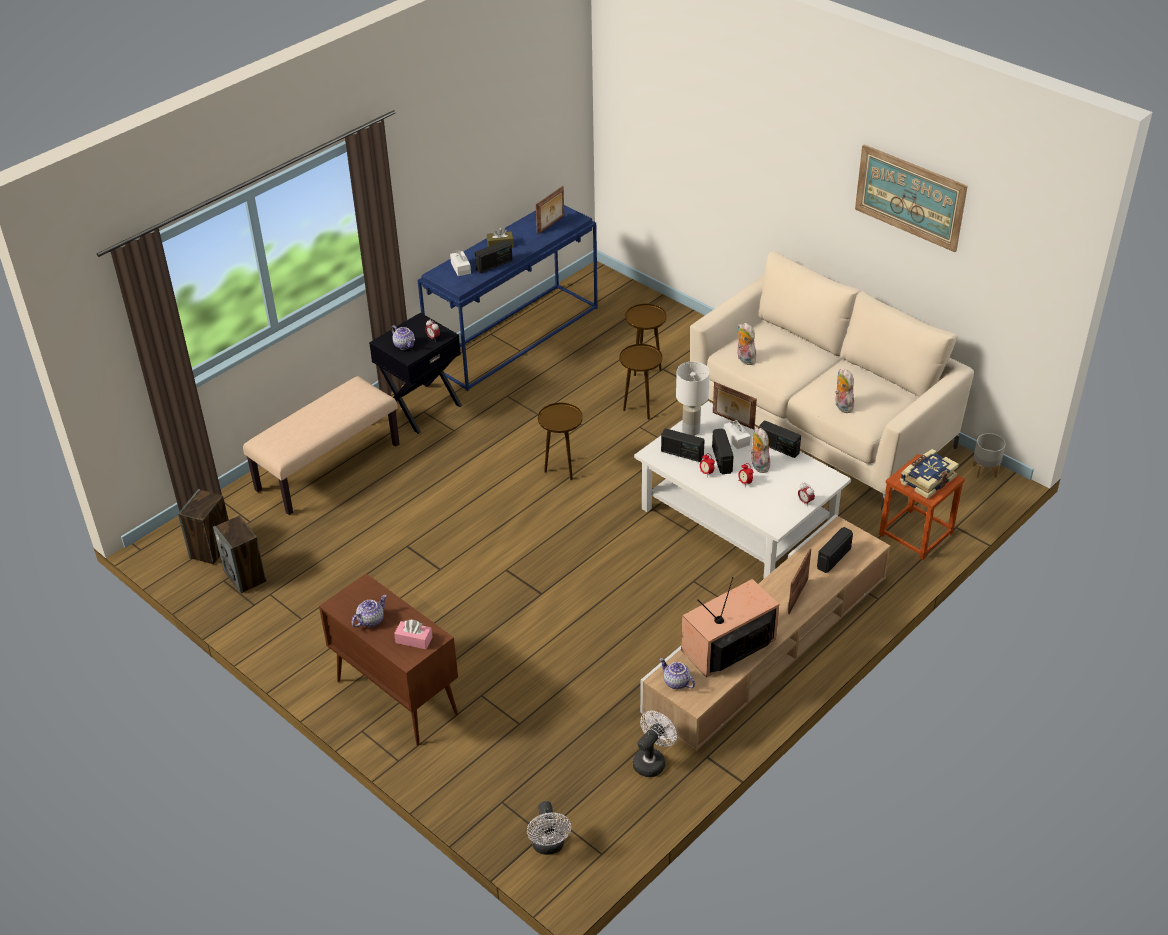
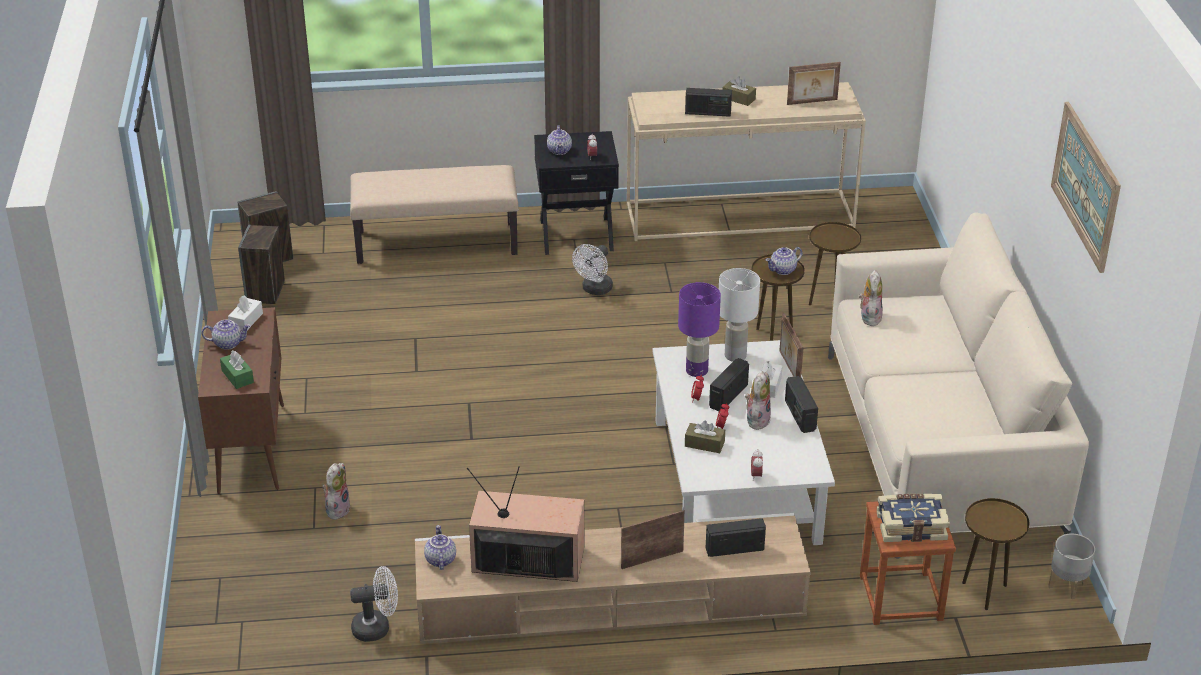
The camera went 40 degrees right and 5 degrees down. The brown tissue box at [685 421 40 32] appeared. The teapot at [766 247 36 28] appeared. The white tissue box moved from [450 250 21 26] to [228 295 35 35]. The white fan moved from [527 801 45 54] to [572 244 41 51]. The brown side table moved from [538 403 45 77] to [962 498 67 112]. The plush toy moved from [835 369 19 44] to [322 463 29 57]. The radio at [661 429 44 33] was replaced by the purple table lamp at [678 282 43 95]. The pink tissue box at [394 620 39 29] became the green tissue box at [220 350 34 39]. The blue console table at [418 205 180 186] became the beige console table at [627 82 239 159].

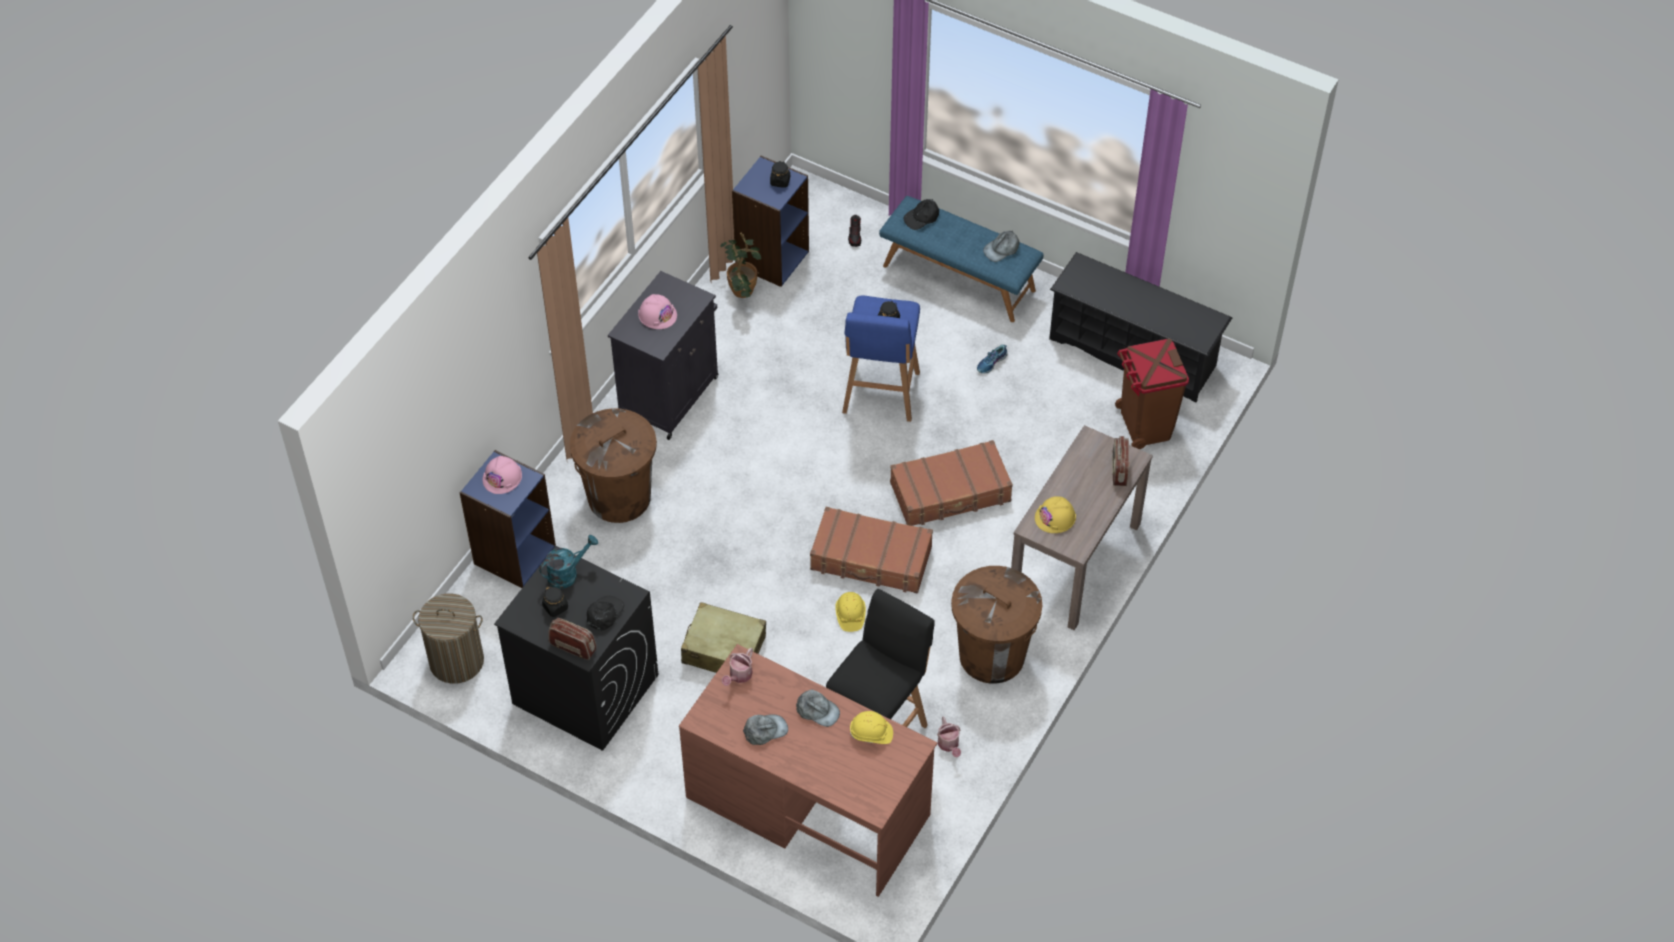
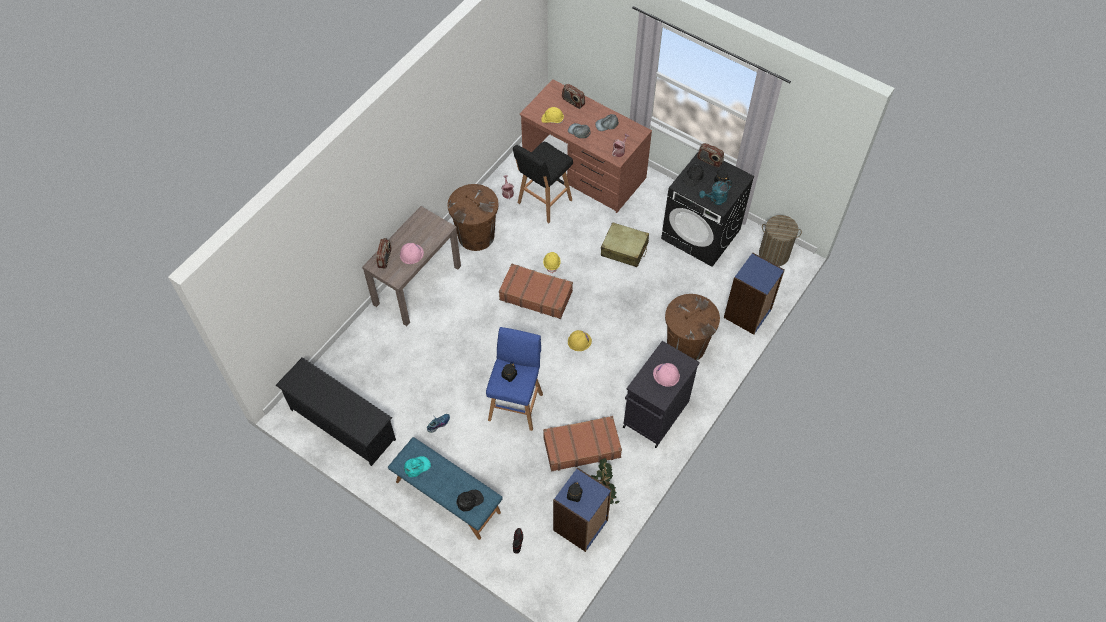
The camera went 175 degrees left and 5 degrees up. The brown trash can at [1115 339 74 110] disappeared. The radio at [562 84 23 25] appeared. The pink hard hat moved from [482 456 40 38] to [400 243 24 21]. The brown suitcase moved from [890 440 123 86] to [543 416 79 56]. The yellow hard hat moved from [1035 496 41 37] to [568 330 24 21]. The grey cap at [983 231 36 31] became the turquoise cap at [404 456 27 21].

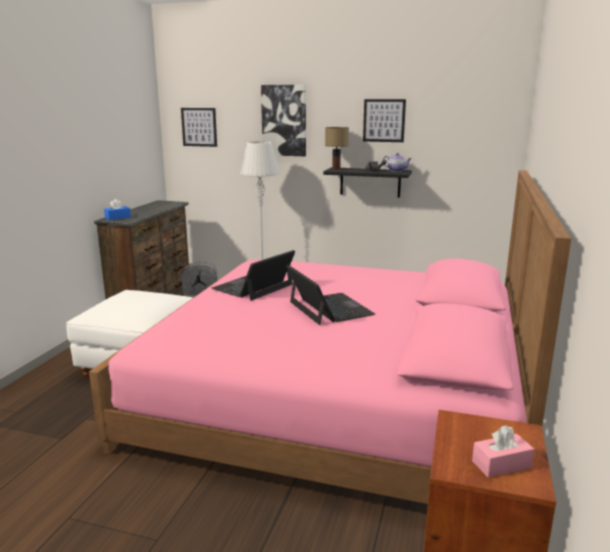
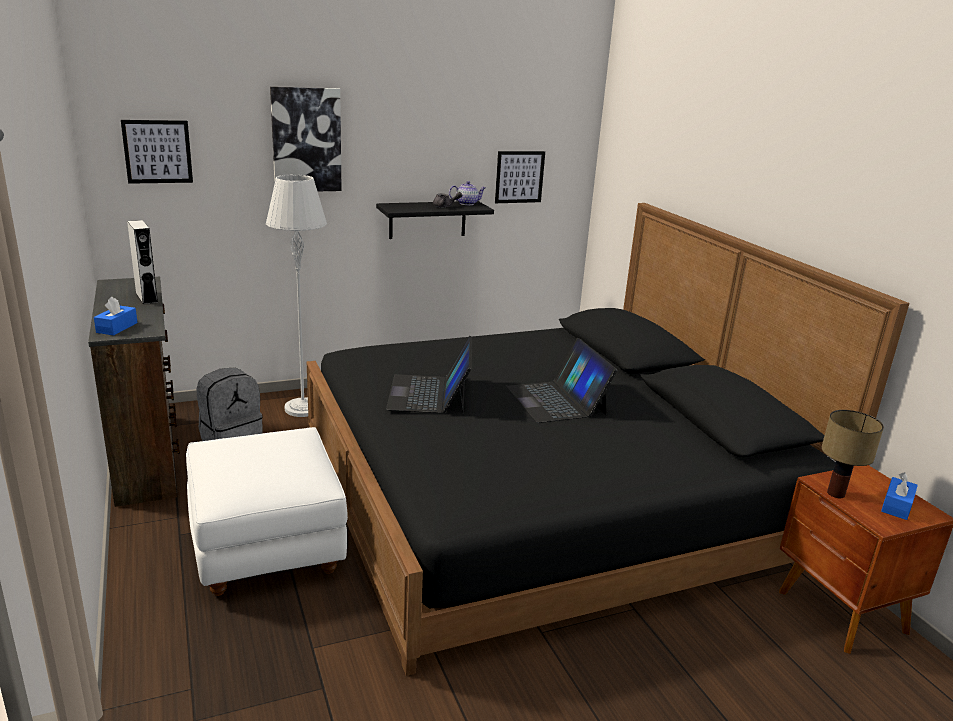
The camera went 40 degrees left and 5 degrees up. The grey speaker at [127 220 31 84] appeared. The table lamp moved from [325 127 24 42] to [821 410 63 88]. The picture moved from [363 99 43 43] to [495 151 50 52]. The pink bed at [89 170 482 334] became the black bed at [307 203 603 473]. The pink tissue box at [472 425 62 52] became the blue tissue box at [881 472 37 48]. The laptop at [286 265 89 60] turned 135 degrees counterclockwise.

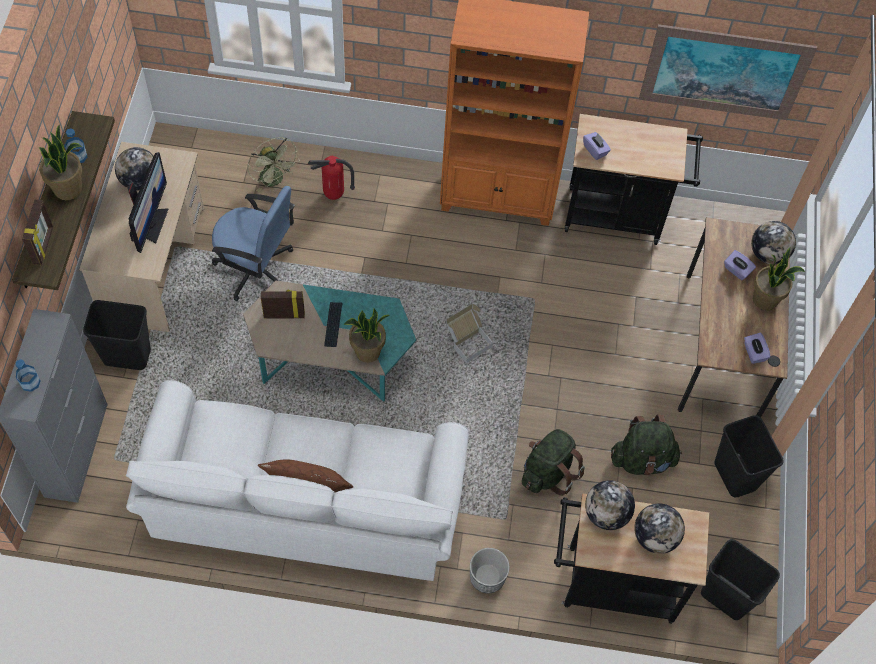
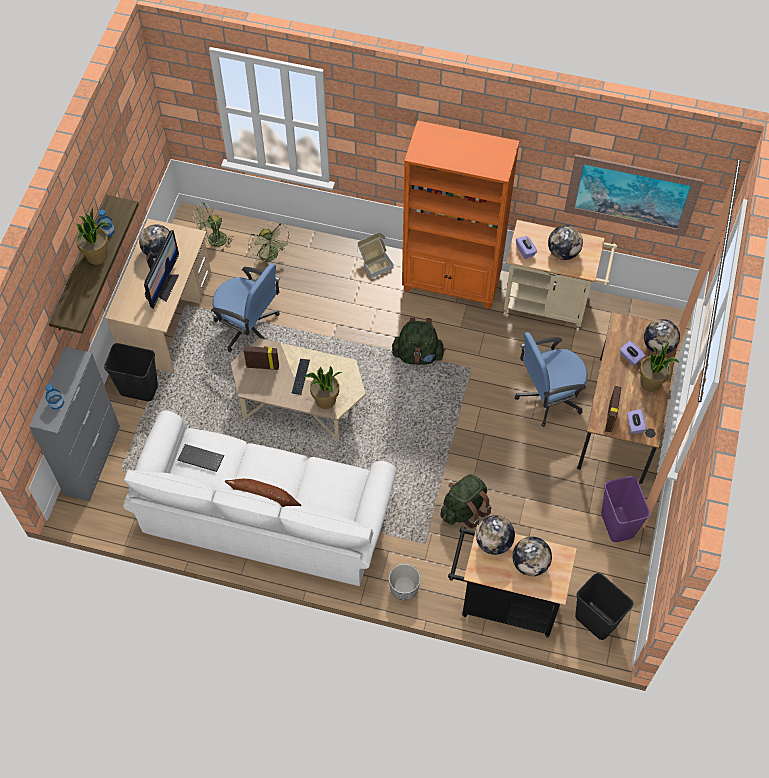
The camera went 10 degrees right and 0 degrees up. The fire extinguisher at [308 156 47 44] disappeared. The keyboard at [177 444 47 28] appeared. The green fan at [193 202 41 50] appeared. The blue office chair at [515 332 72 95] appeared. The globe at [548 225 35 35] appeared. The picture frame moved from [22 200 31 65] to [605 386 16 46]. The cardboard box moved from [446 304 47 59] to [358 232 35 46]. The green backpack moved from [611 415 71 60] to [392 318 53 47]. The turquoise coffee table at [243 281 173 121] became the beige coffee table at [231 338 135 104]. The black cart at [564 114 139 131] became the beige cart at [503 220 114 111]. The black trash can at [714 415 70 82] became the purple trash can at [601 476 49 66].

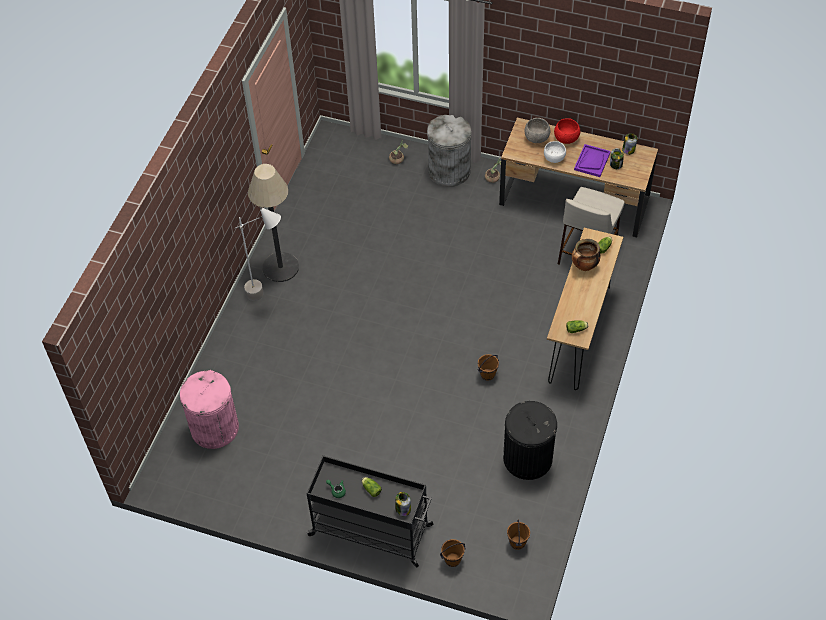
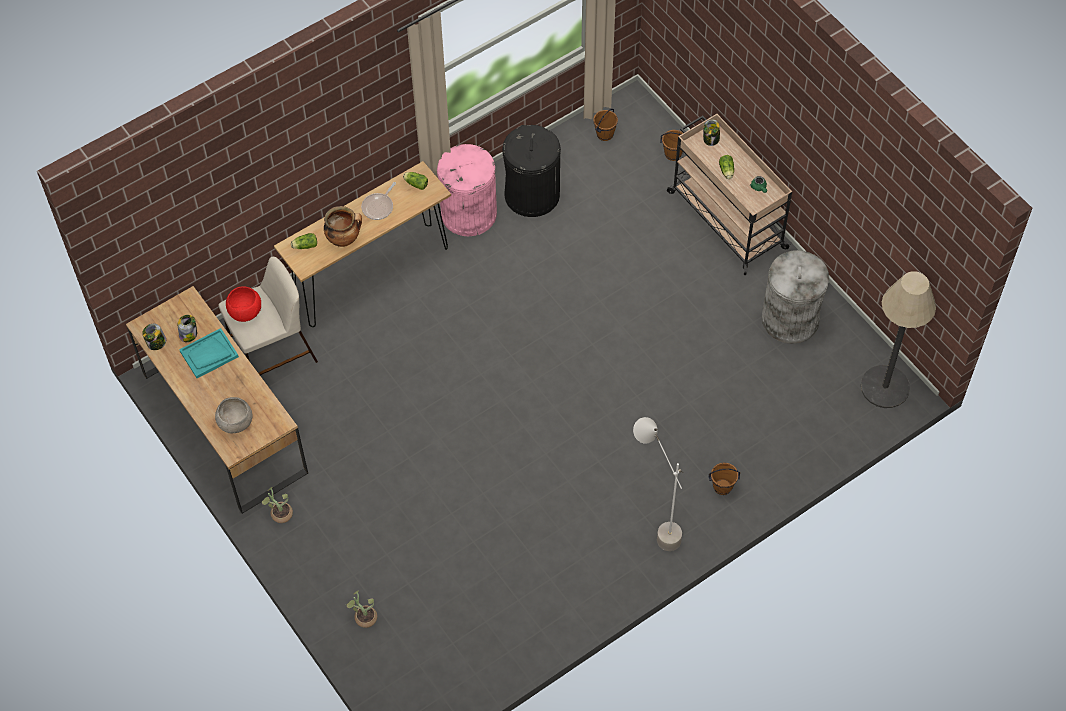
The camera went 145 degrees left and 5 degrees up. The white bowl at [544 141 22 22] disappeared. The frying pan at [361 182 35 38] appeared. The pink trash can moved from [180 370 59 79] to [437 144 60 92]. The floor lamp moved from [248 164 51 118] to [861 271 75 137]. The grey trash can moved from [427 115 45 72] to [762 250 67 94]. The brown bucket moved from [477 354 22 27] to [709 463 31 32]. The red bowl moved from [554 118 26 26] to [226 286 35 36]. The black cart at [306 456 127 111] became the beige cart at [667 114 125 161]. The purple tray at [574 144 37 33] became the turquoise tray at [179 328 60 50].

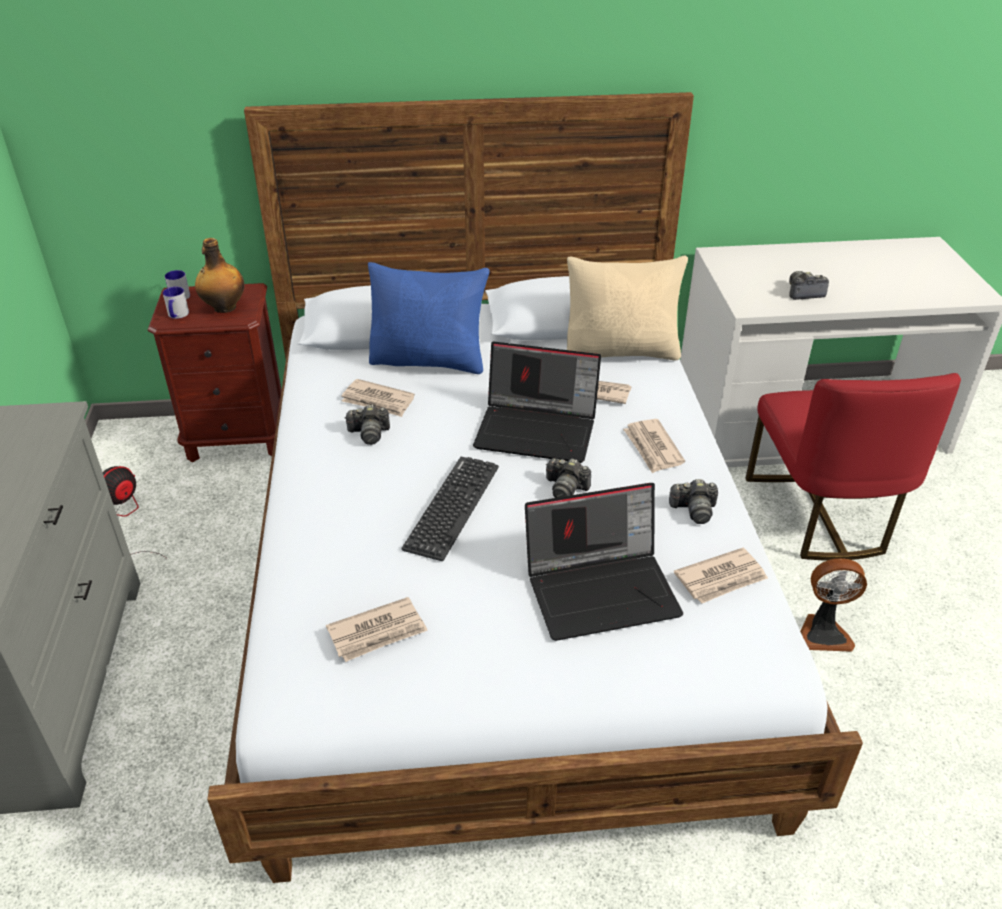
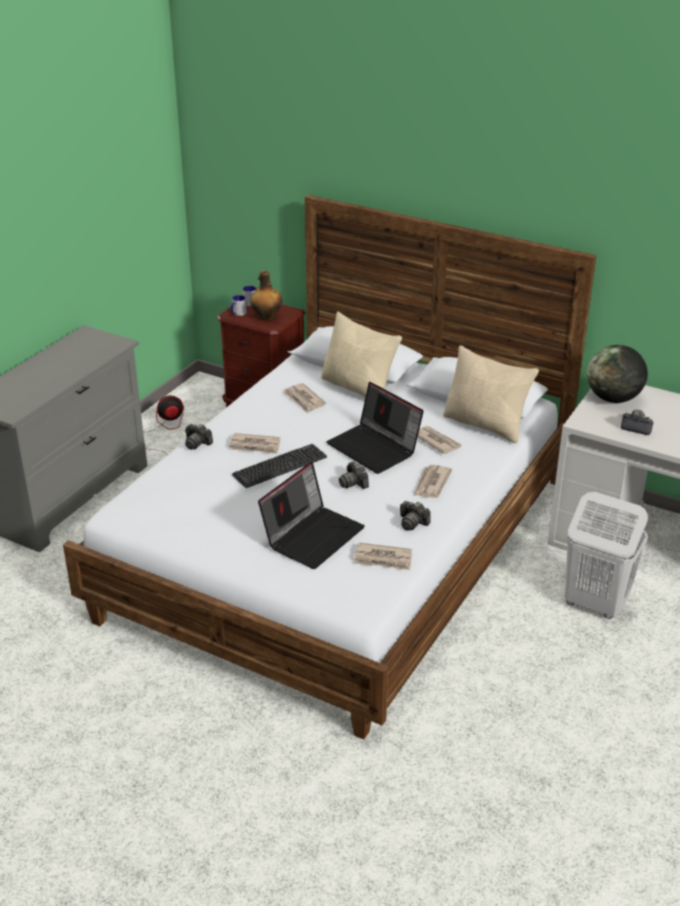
The camera went 35 degrees right and 5 degrees down. The fan at [800 558 67 94] disappeared. The globe at [587 345 61 58] appeared. The newspaper moved from [326 597 102 65] to [229 433 51 21]. The photo camera moved from [345 404 45 41] to [185 424 28 26]. The red chair at [745 373 216 188] was replaced by the white laundry basket at [565 492 83 127]. The blue pillow at [368 262 122 112] became the beige pillow at [321 311 81 86]. The laptop at [525 483 158 158] turned 75 degrees counterclockwise.

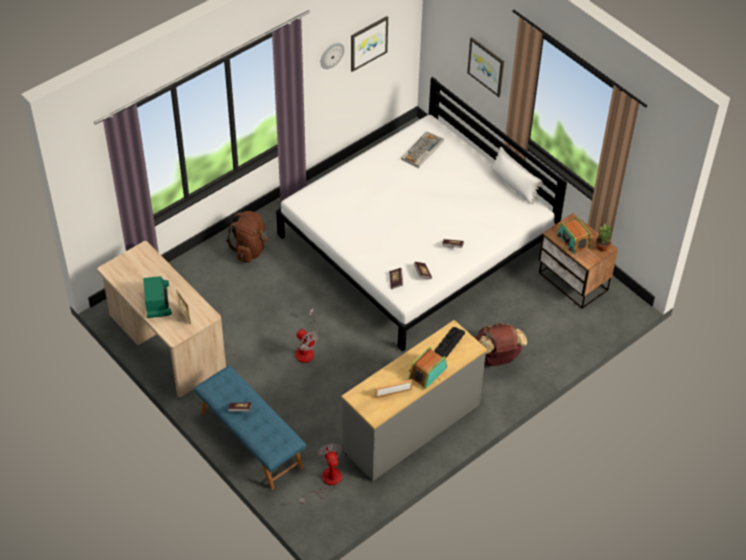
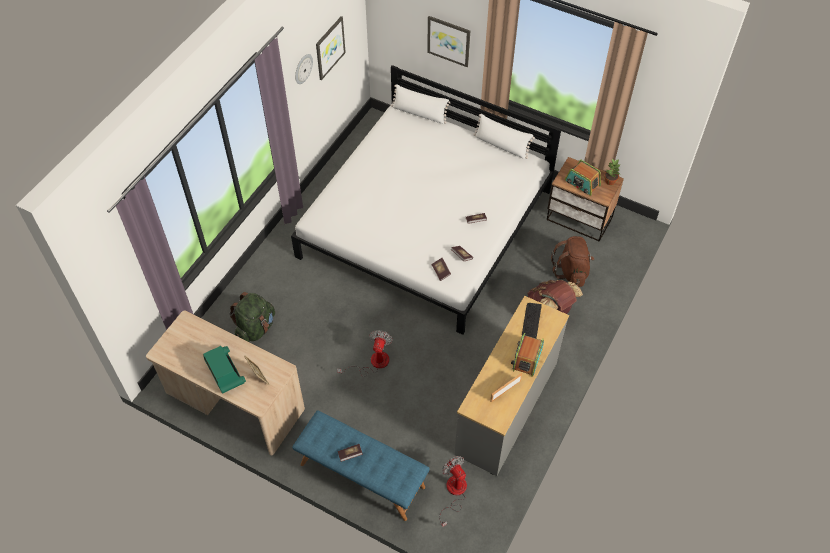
The camera went 20 degrees left and 5 degrees up. The keyboard at [401 132 43 36] disappeared. The green backpack at [229 292 46 50] appeared. The white pillow at [391 84 59 40] appeared. The brown backpack moved from [226 211 42 52] to [551 236 43 51]. The fan at [295 309 24 54] turned 105 degrees counterclockwise.

